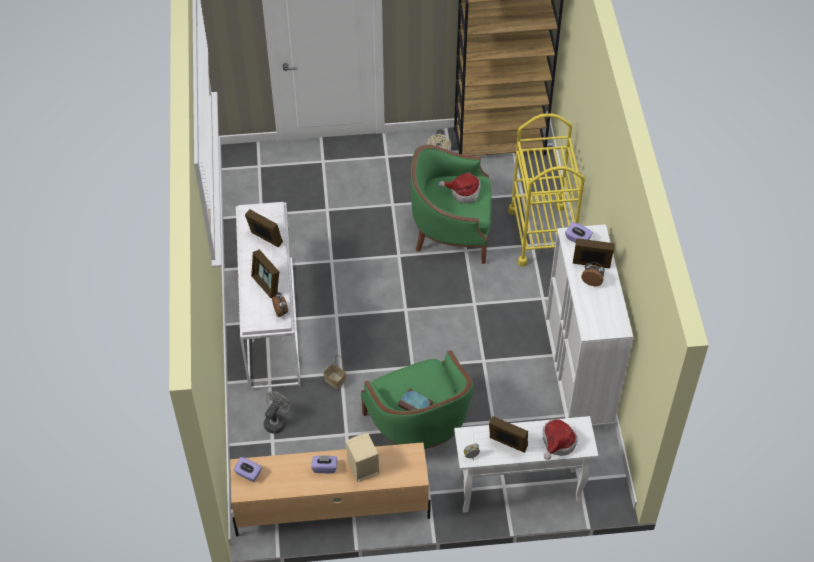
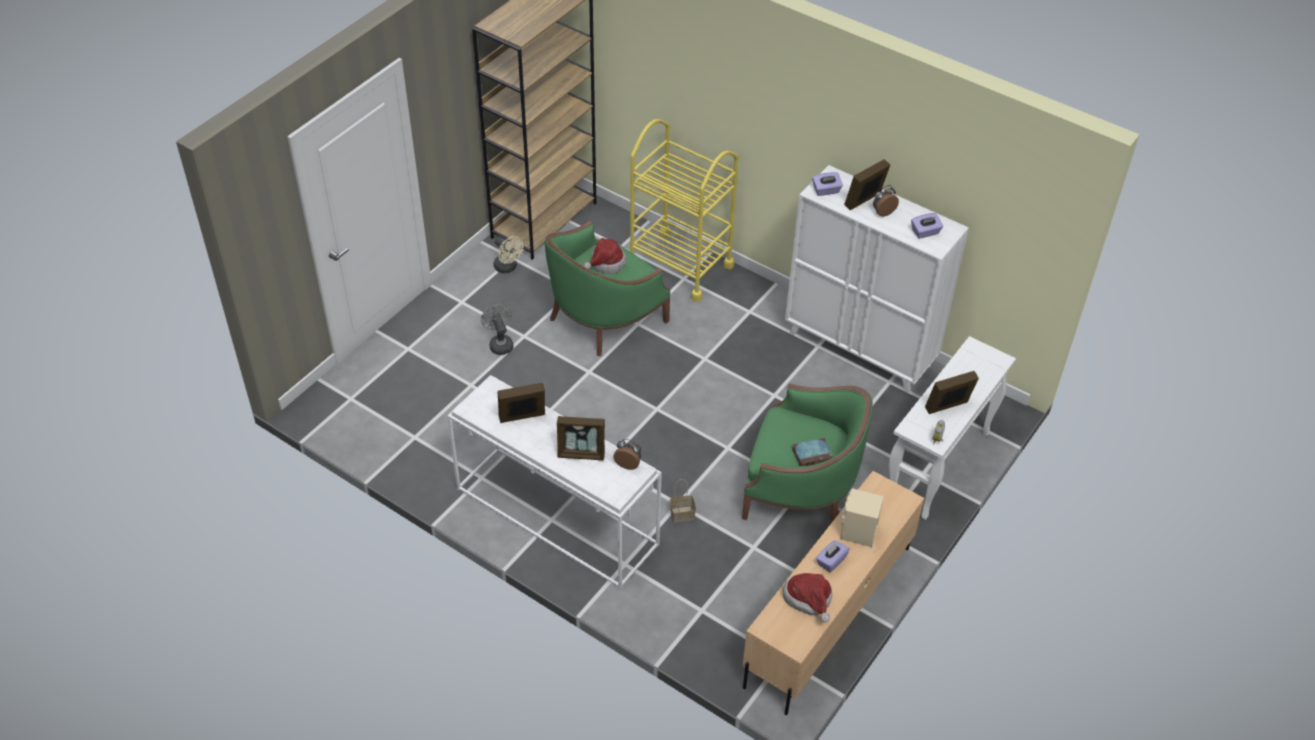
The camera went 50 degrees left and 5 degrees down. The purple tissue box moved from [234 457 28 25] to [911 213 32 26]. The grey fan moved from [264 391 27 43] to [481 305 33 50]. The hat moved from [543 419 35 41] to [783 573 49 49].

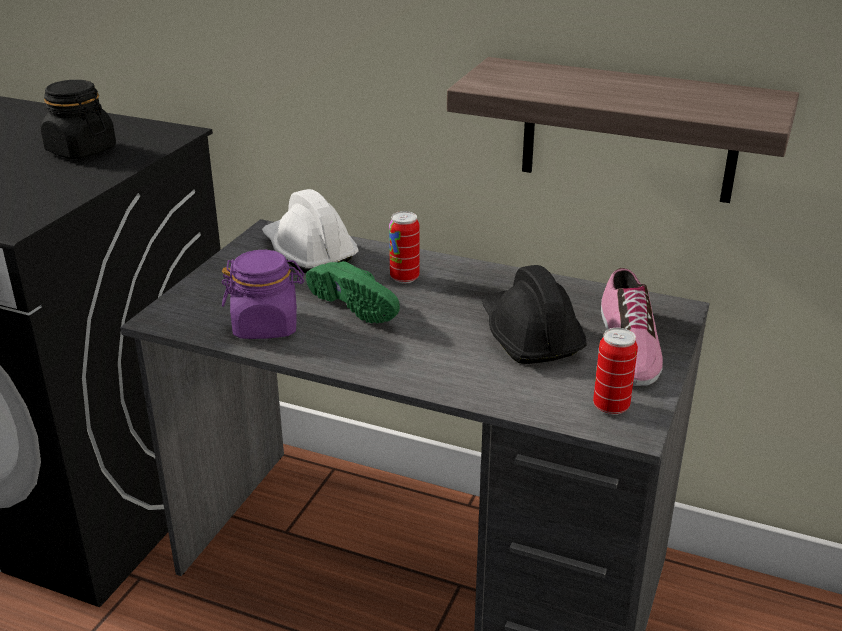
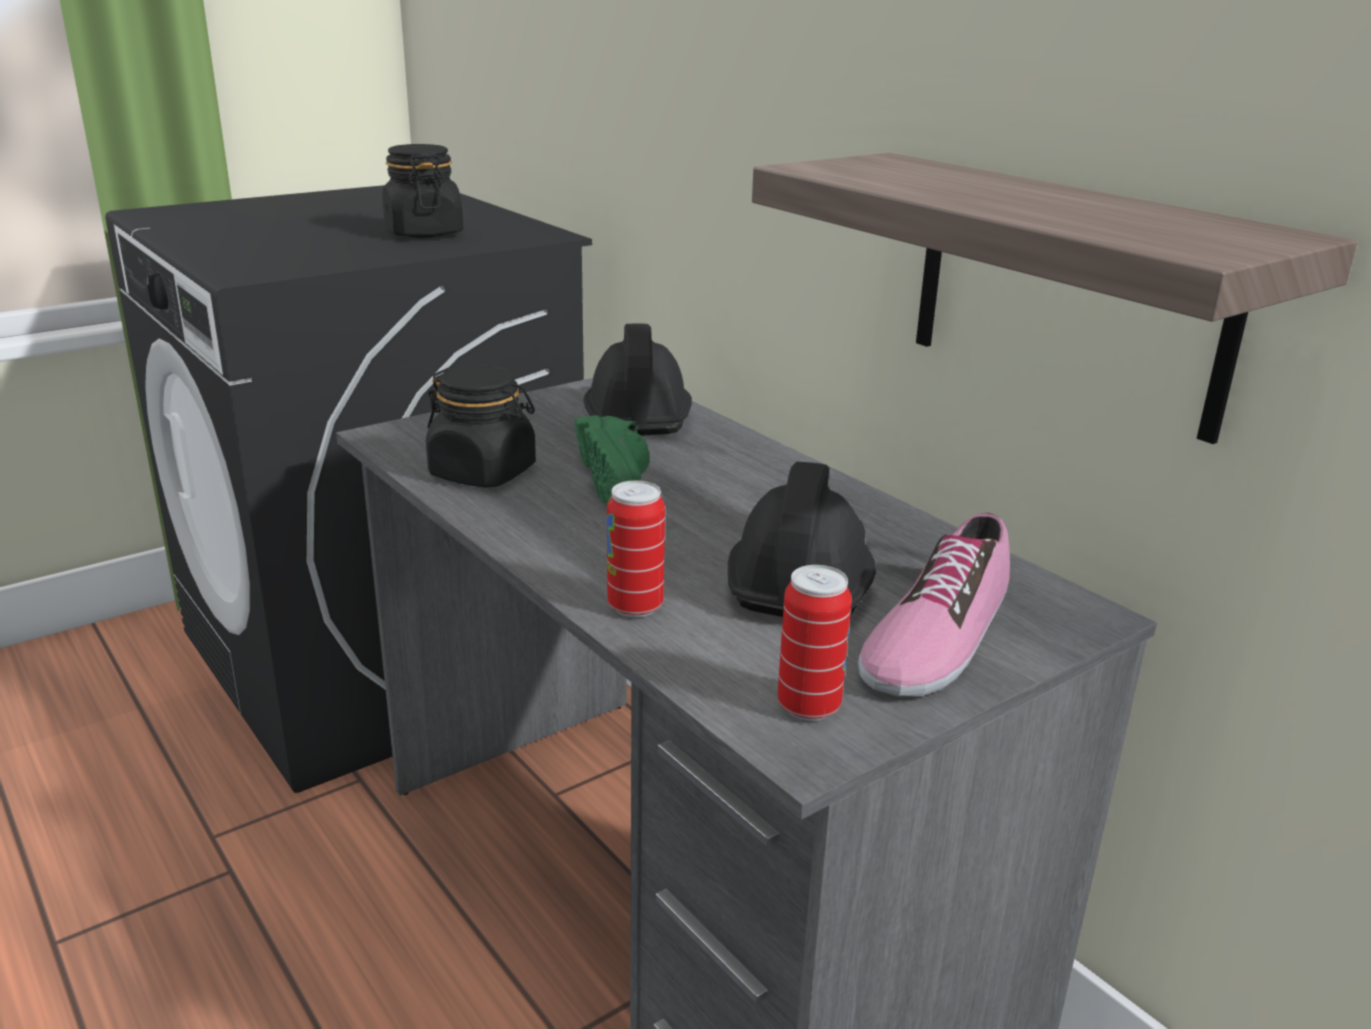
The camera went 30 degrees right and 5 degrees down. The can moved from [389 211 31 72] to [607 481 58 136]. The purple jar at [222 250 82 89] became the black jar at [426 364 110 124]. The white hard hat at [262 189 96 84] became the black hard hat at [583 324 109 111].

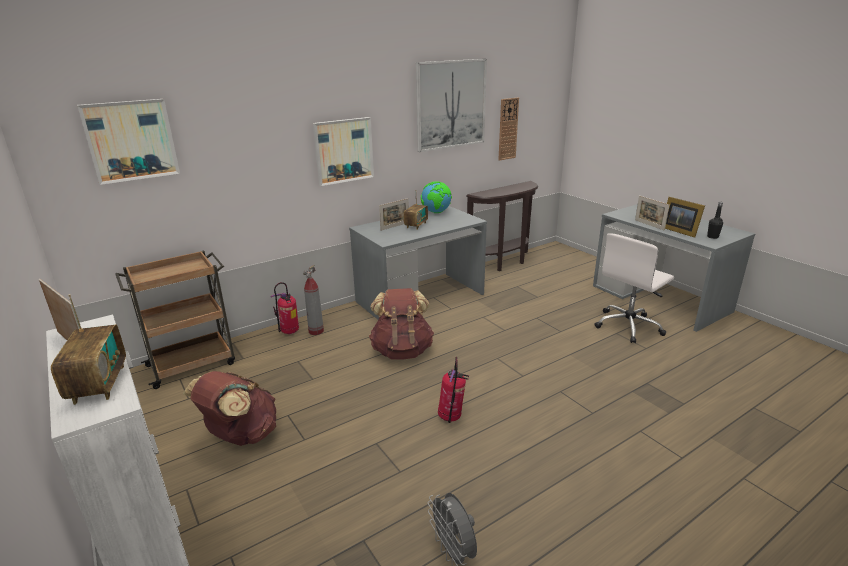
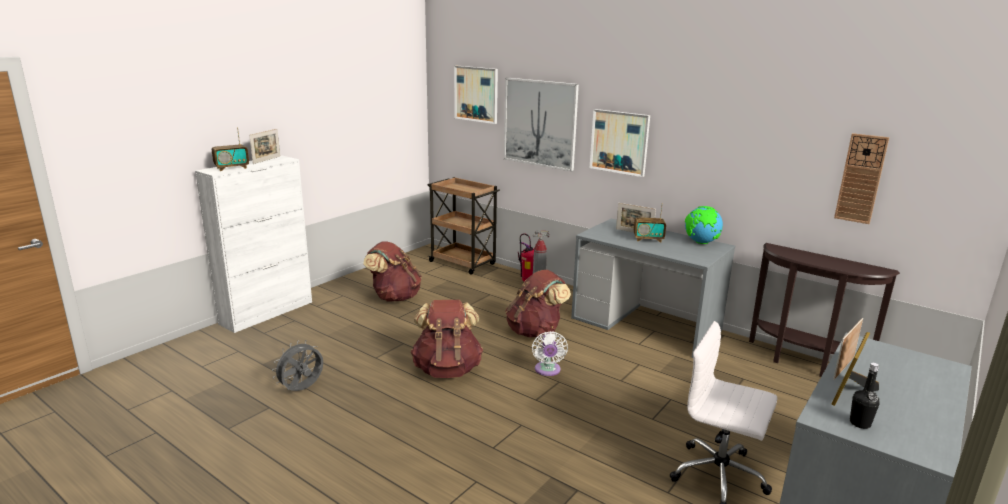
The camera went 70 degrees right and 5 degrees down. The white fan at [532 331 36 45] appeared. The picture moved from [416 59 71 93] to [504 78 75 94]. The fire extinguisher at [438 357 31 66] was replaced by the brown backpack at [411 300 72 78].

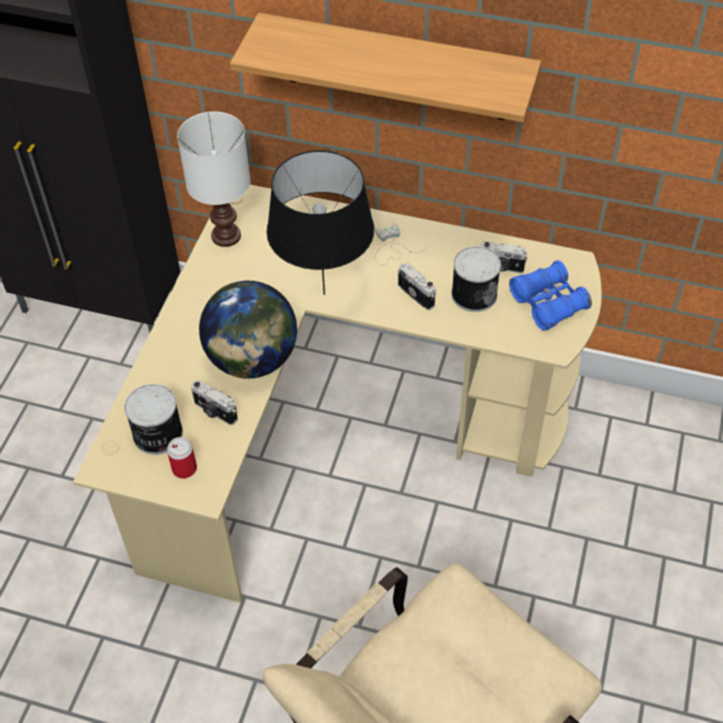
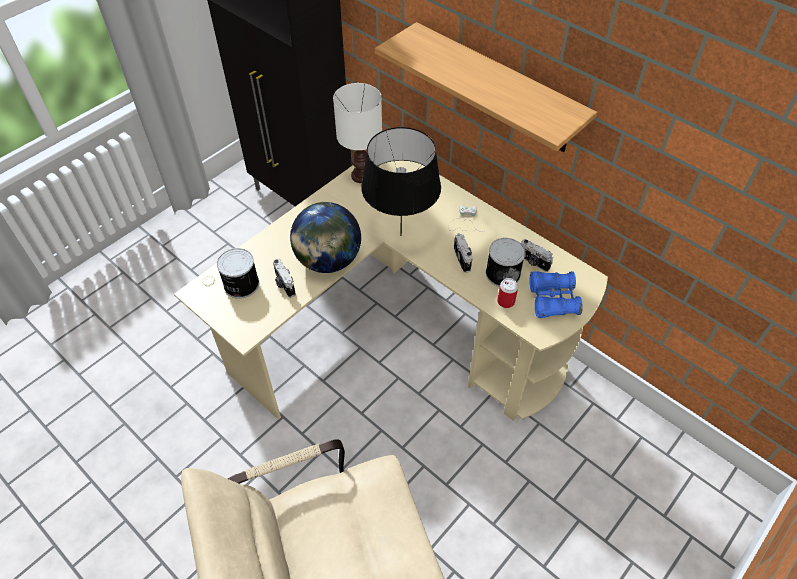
The camera went 25 degrees right and 0 degrees up. The can moved from [167 437 30 41] to [497 278 21 30].

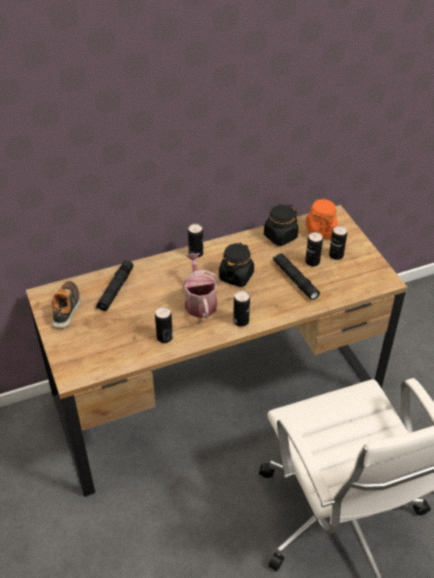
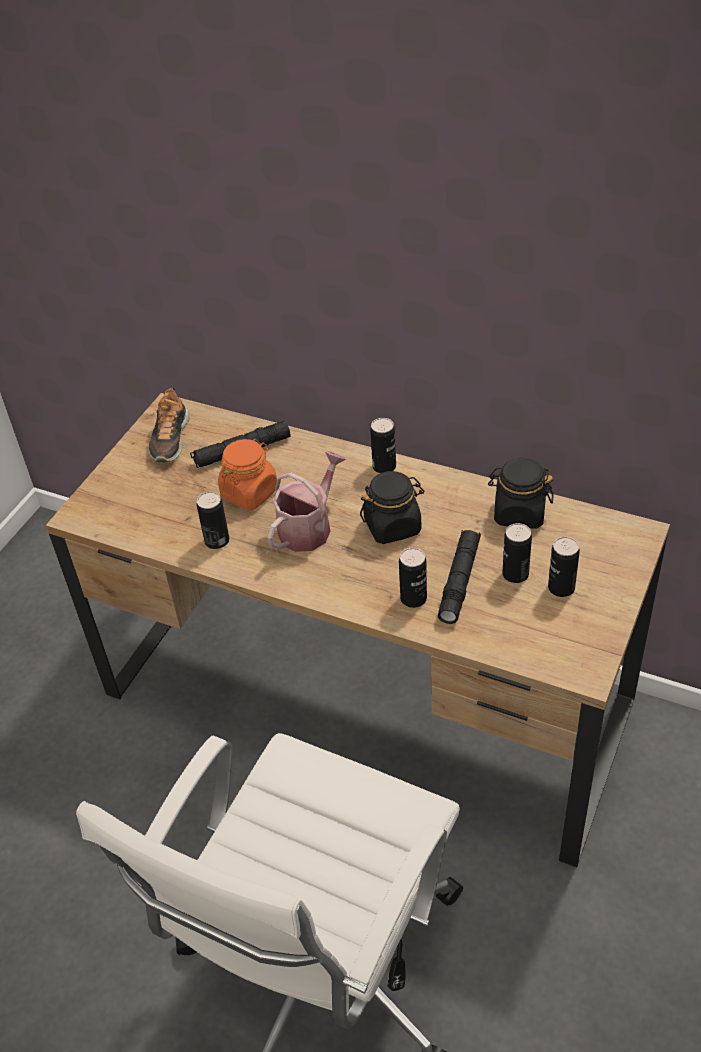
The camera went 50 degrees right and 0 degrees up. The can moved from [233 291 17 36] to [399 548 28 60]. The orange jar moved from [306 199 32 40] to [218 439 59 71]. The shoe at [52 281 29 48] turned 135 degrees clockwise.

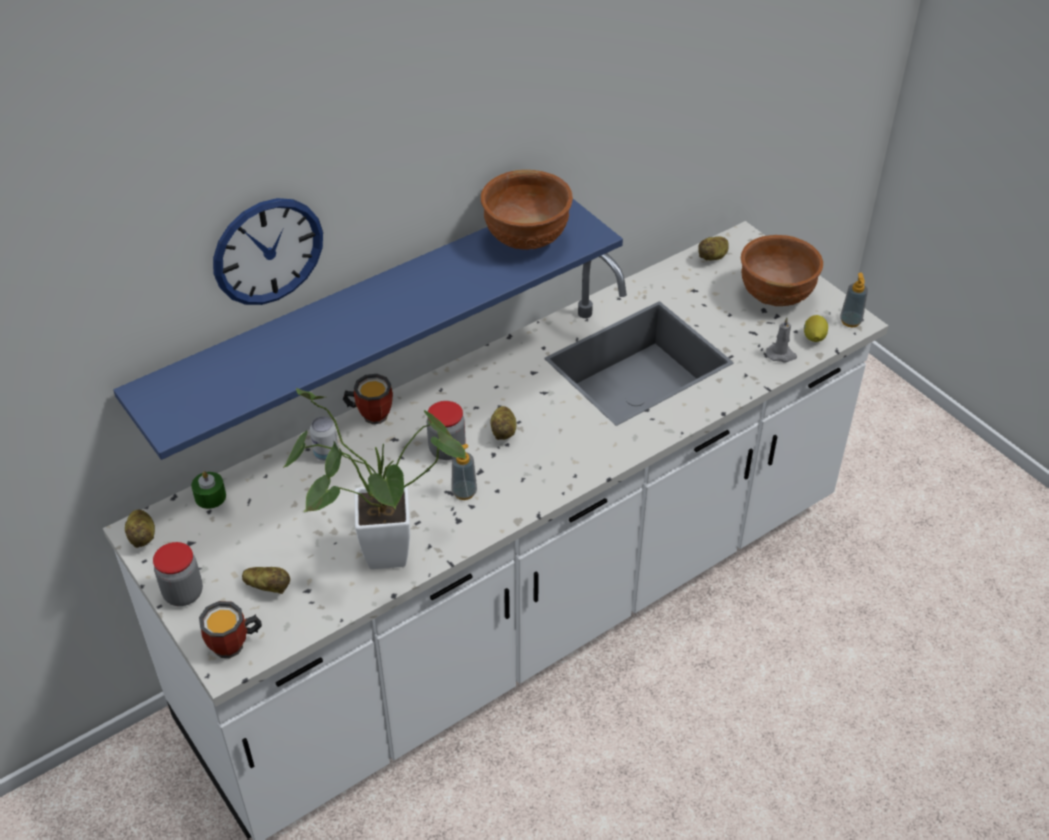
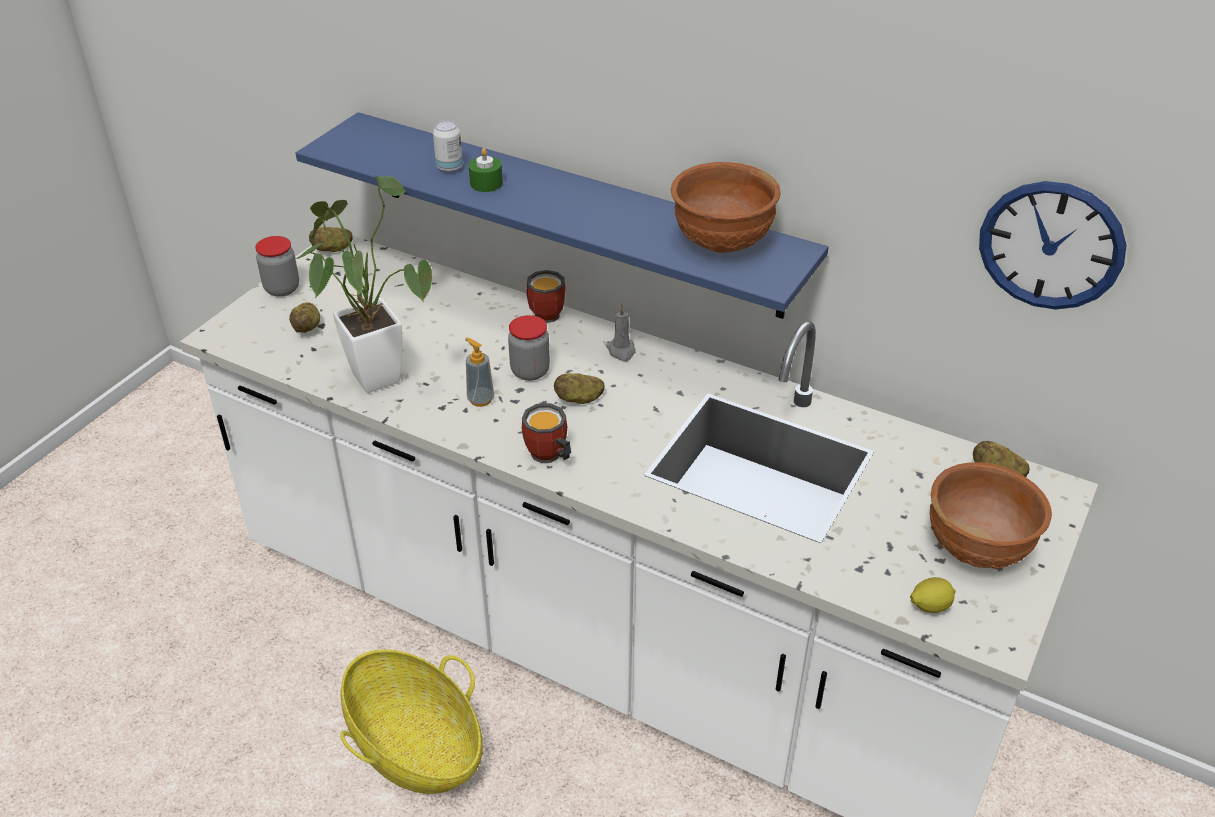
The camera went 65 degrees right and 5 degrees down. The soap dispenser at [840 272 28 55] disappeared. The basket at [340 649 143 145] appeared. The green candle moved from [191 471 35 38] to [469 148 34 44]. The mug moved from [199 601 63 57] to [521 403 50 60]. The wall clock moved from [213 198 110 107] to [979 181 148 128]. The can moved from [310 417 29 44] to [433 120 30 52]. The grey candle moved from [766 318 31 44] to [606 305 30 56].

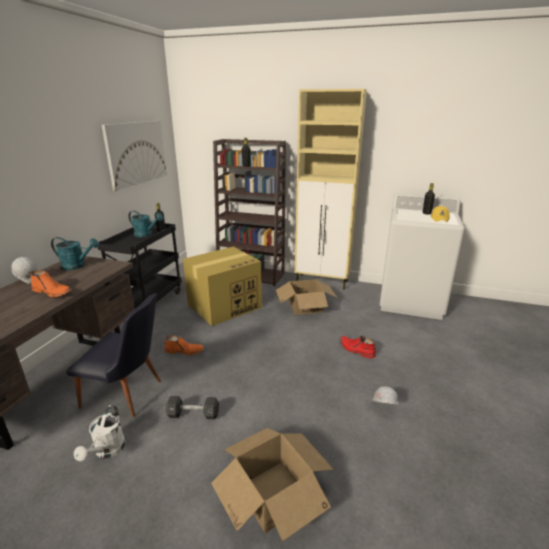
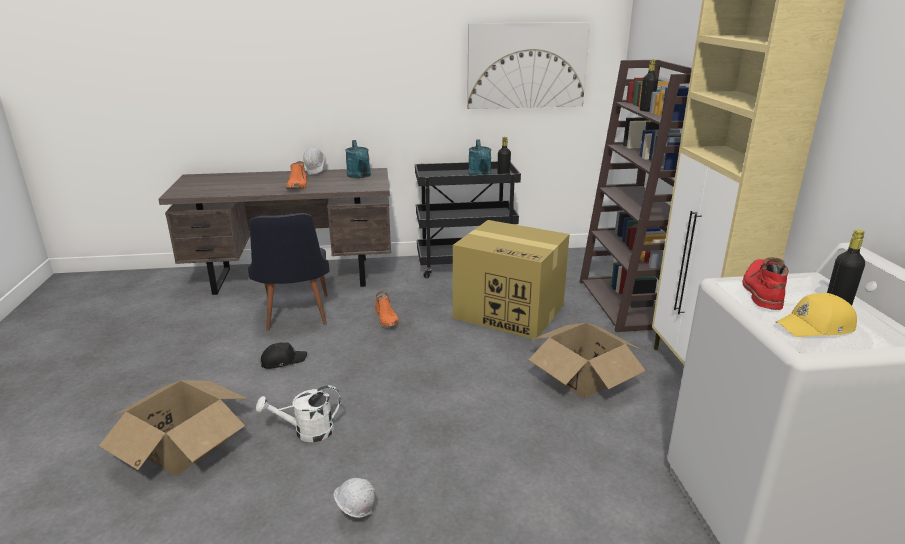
The camera went 65 degrees right and 0 degrees up. The white watering can moved from [74 405 51 56] to [256 385 85 57]. The red boot moved from [339 336 37 22] to [743 257 45 53]. The black dumbbell at [166 396 53 24] was replaced by the black cap at [261 343 46 26].

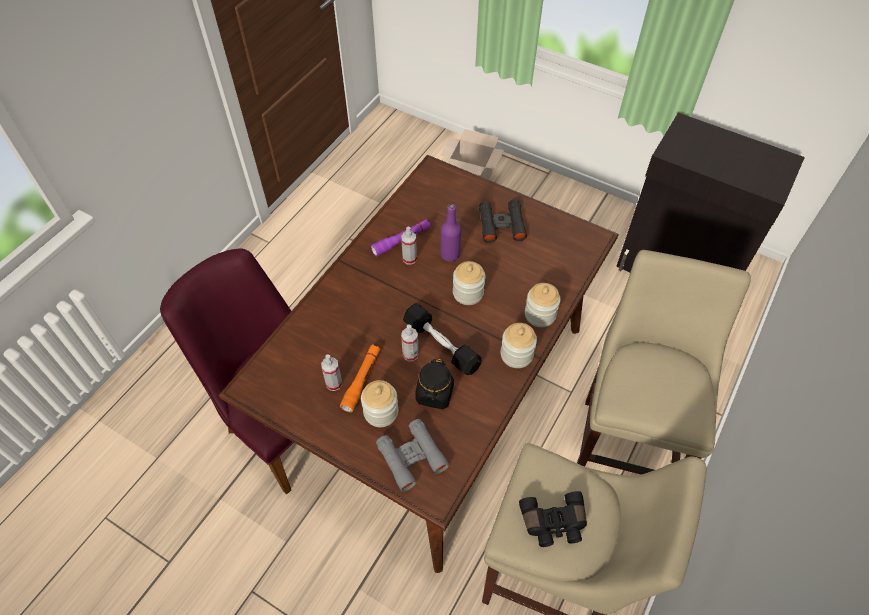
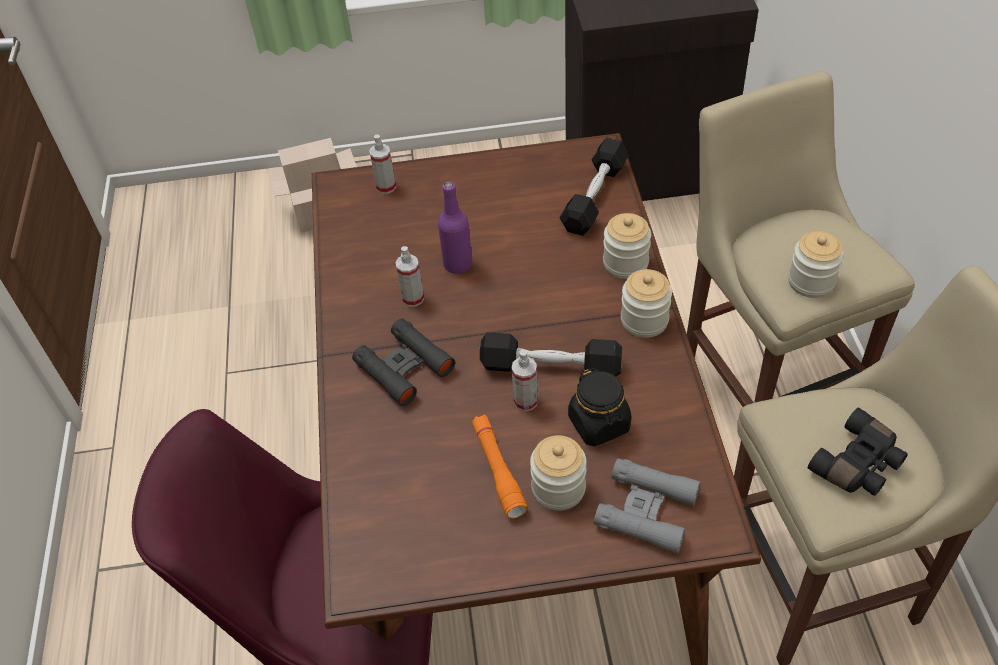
The camera went 35 degrees left and 5 degrees down. The purple flashlight at [371 219 60 38] disappeared. The black dumbbell at [560 138 69 98] appeared. The spray bottle moved from [321 354 21 37] to [369 134 27 60]. The jar moved from [453 261 33 44] to [788 231 56 67]. The black binoculars moved from [479 199 48 44] to [352 319 103 87].

